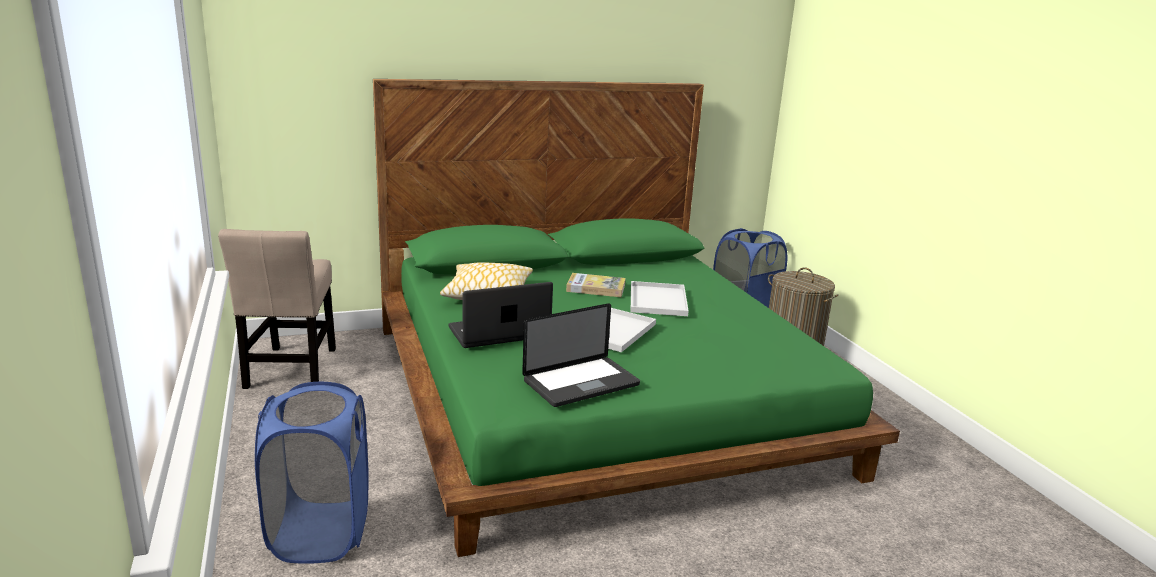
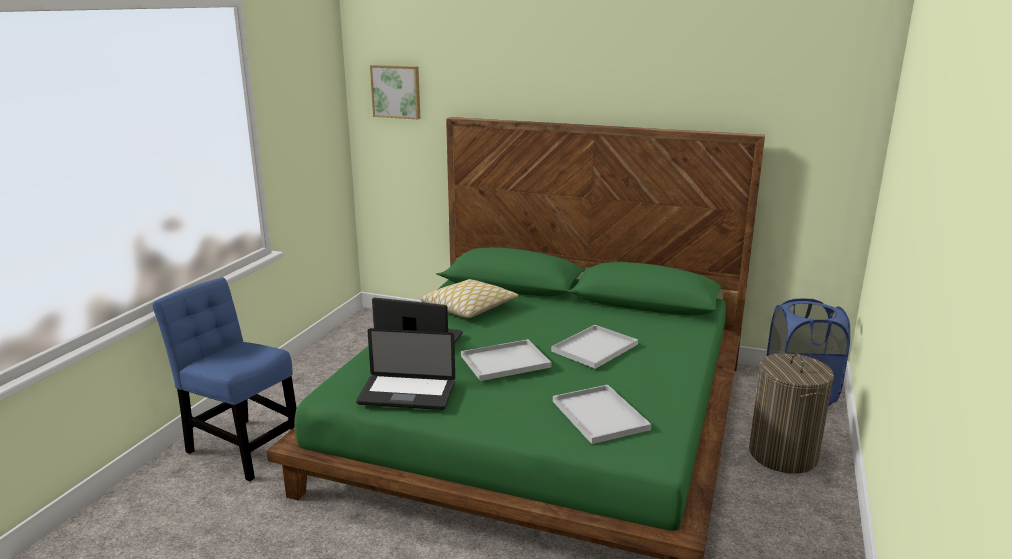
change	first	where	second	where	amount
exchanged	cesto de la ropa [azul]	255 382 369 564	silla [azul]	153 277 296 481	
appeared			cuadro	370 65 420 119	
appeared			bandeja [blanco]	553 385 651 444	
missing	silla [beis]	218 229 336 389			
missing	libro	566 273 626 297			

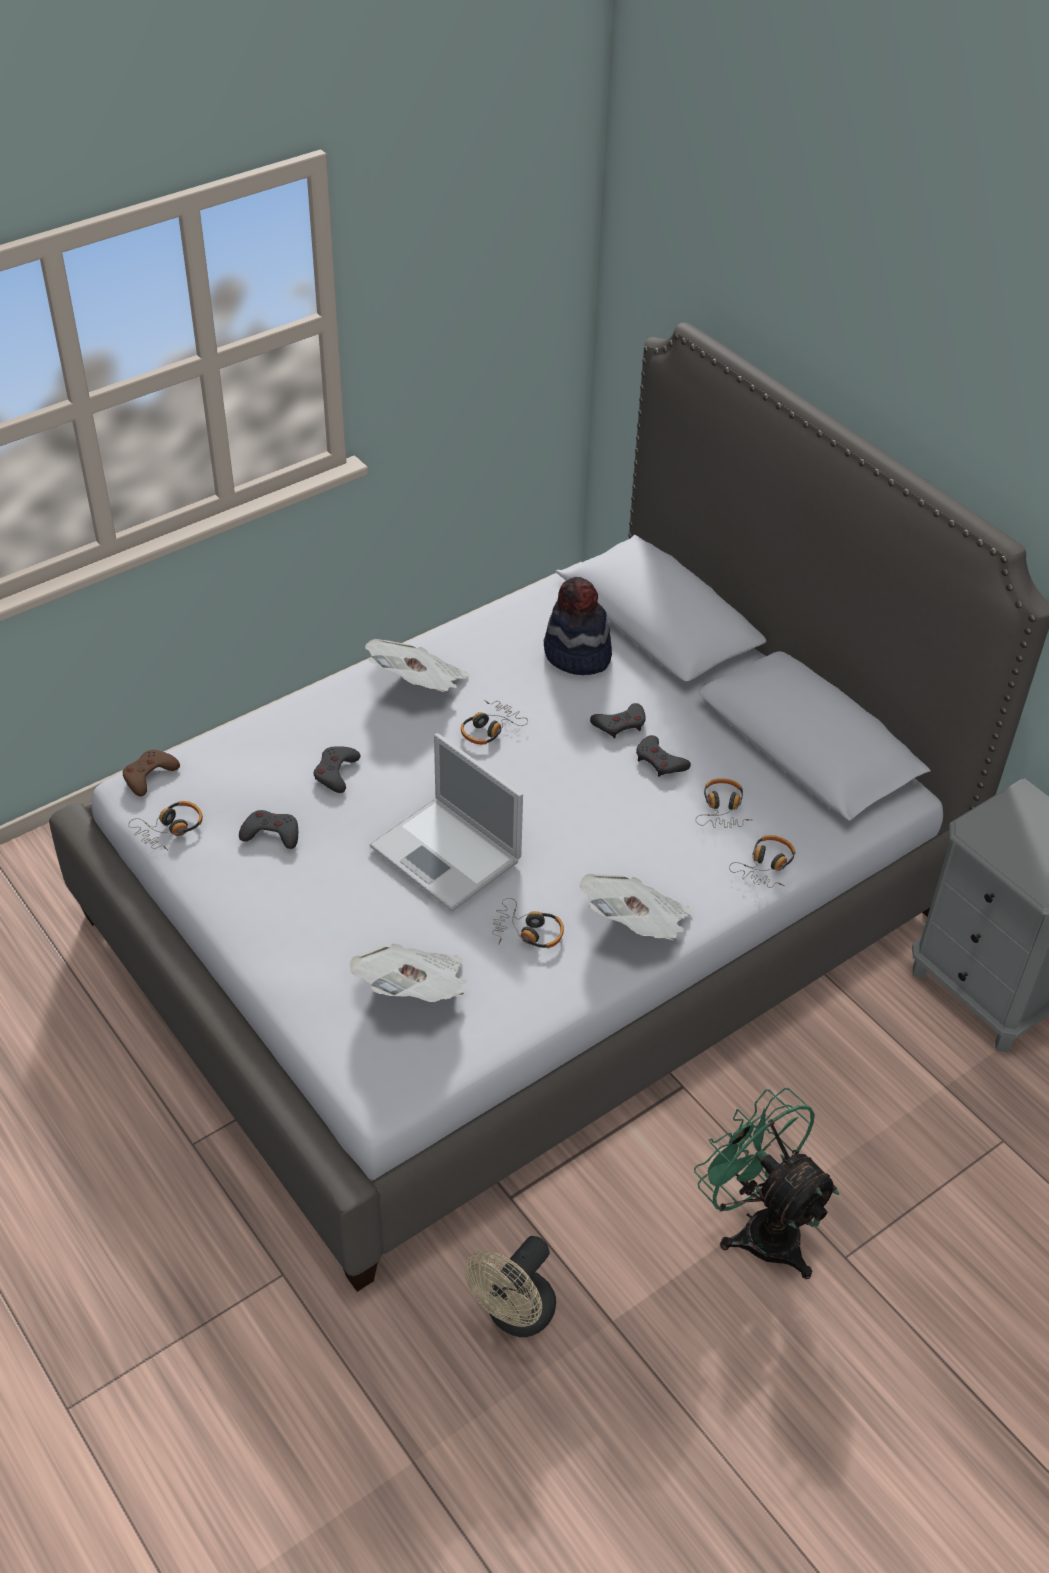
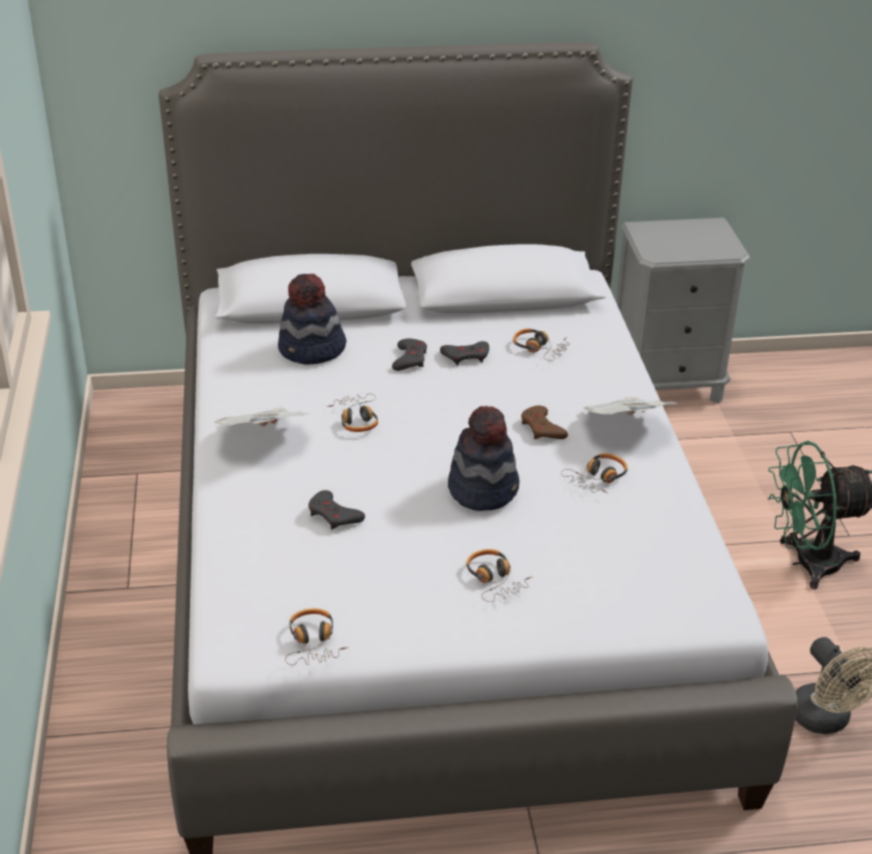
change	first	where	second	where	amount
exchanged	portátil	369 733 523 912	sombrero	448 406 519 511	
relocated	auriculares	729 835 795 888		466 549 531 602	
relocated	mando de consola [marrón]	123 750 180 796		521 405 568 439	
missing	mando de consola [gris]	239 810 298 849			
missing	periódico	350 944 466 1002			

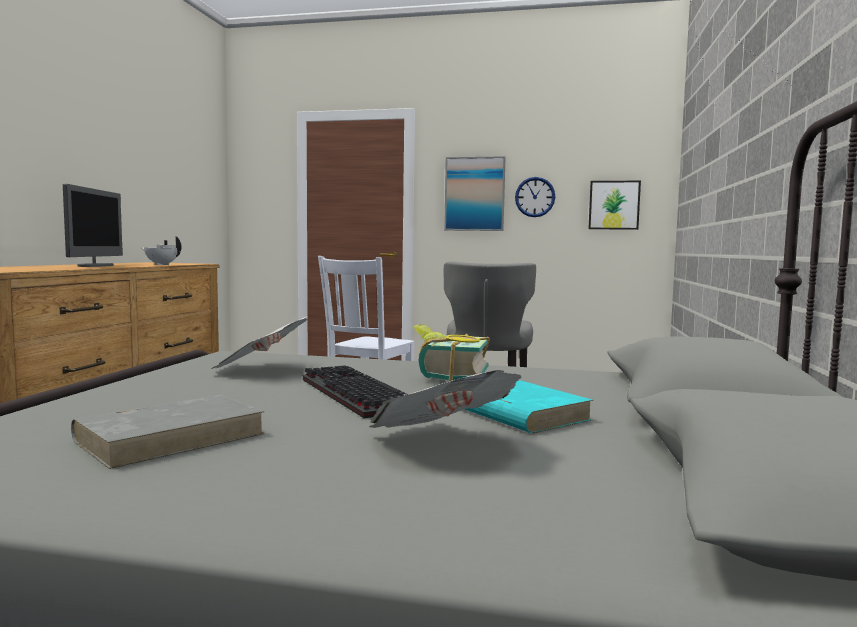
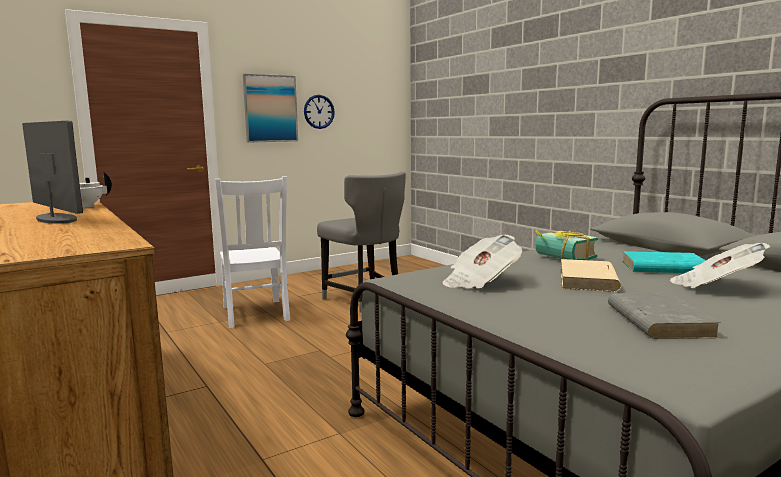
change	first	where	second	where	amount
exchanged	teclado	303 365 408 418	libro [beis]	561 259 621 292	
missing	cuadro	588 181 641 230			

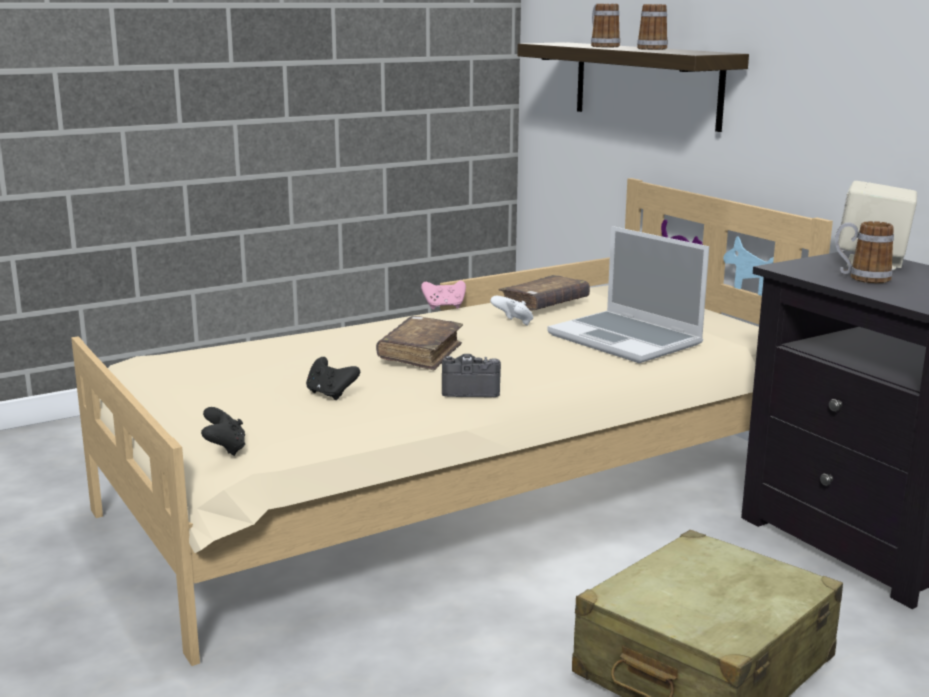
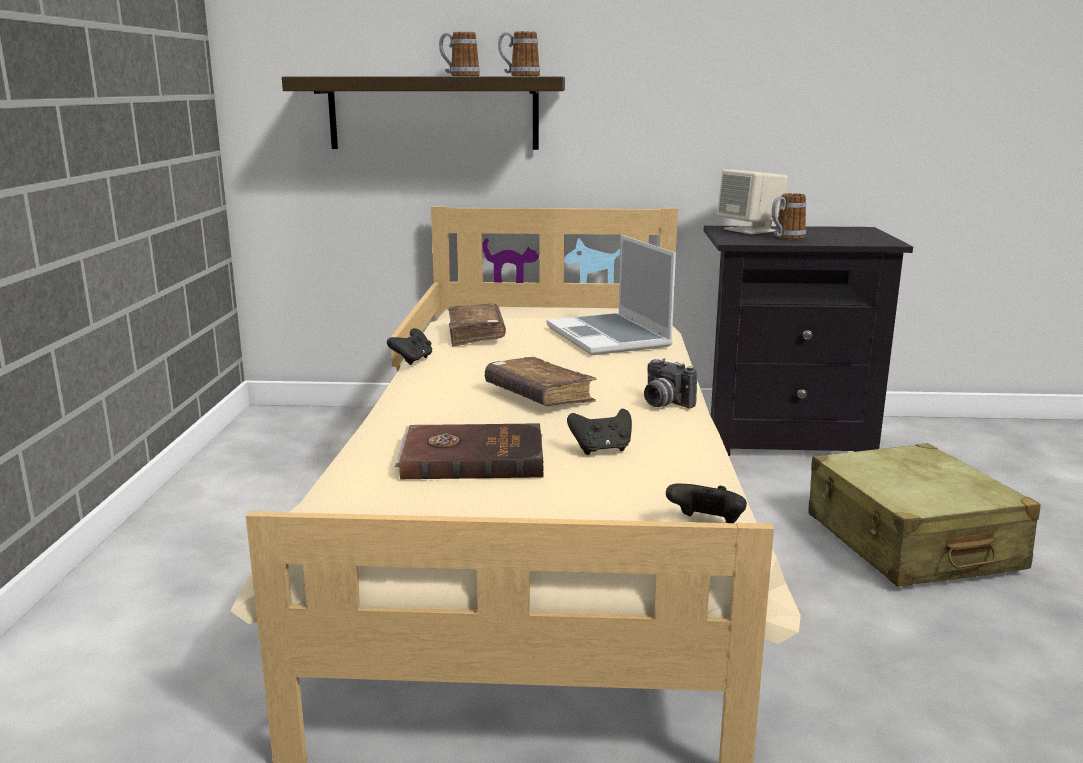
change	first	where	second	where	amount
colour	mando de consola [rosa]	421 280 466 310	mando de consola [negro]	387 328 432 365	
appeared			libro [marrón]	395 423 543 479	
relocated	taza grande	591 4 620 47		498 31 540 76	
spun	portátil	547 226 709 363		547 235 676 355	75 degrees clockwise
spun	cámara	442 354 501 397		644 358 697 408	75 degrees counterclockwise
missing	mando de consola [blanco]	490 296 533 325			

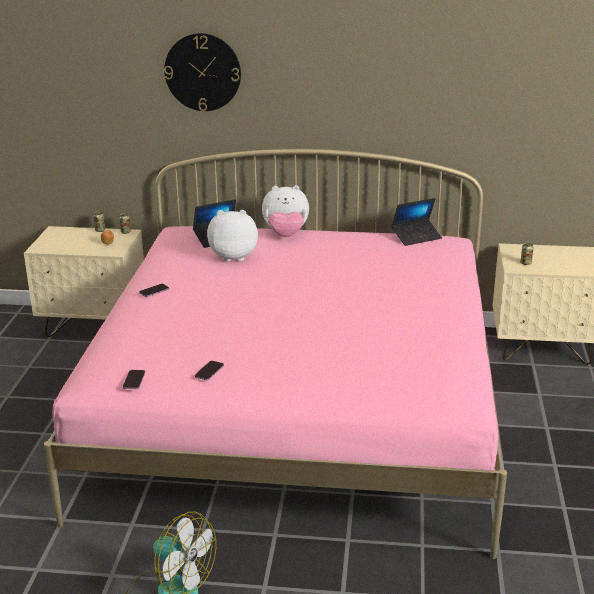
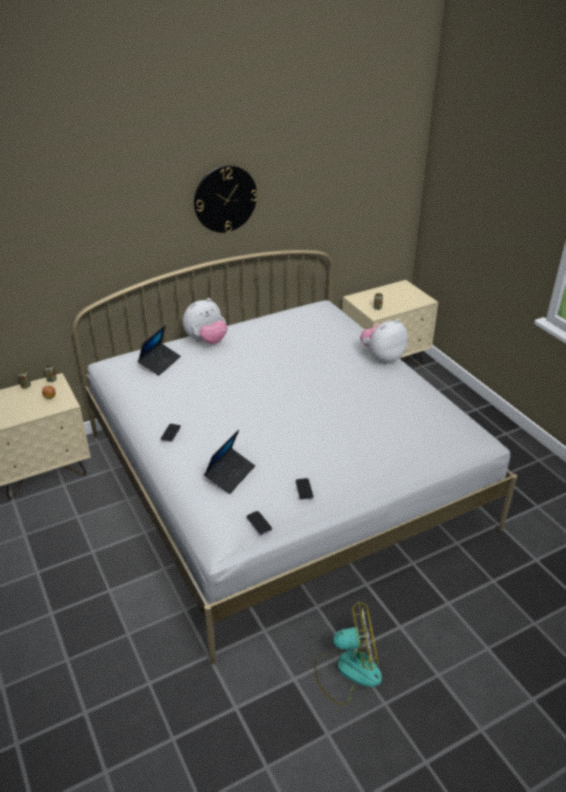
change	first	where	second	where	amount
colour	cama [rosa]	44 149 507 559	cama [blanco]	72 250 517 664	
relocated	reloj de pared	164 33 241 111		194 165 258 233	
relocated	portátil	391 198 442 246		204 430 255 494	
relocated	peluche	207 210 258 262		360 319 408 364	

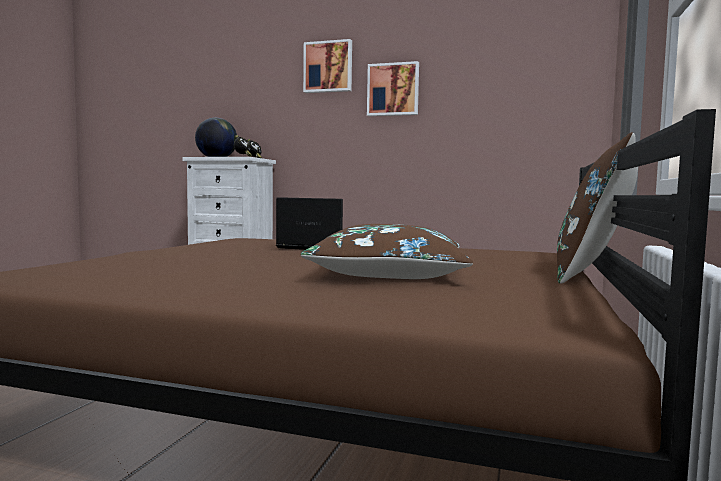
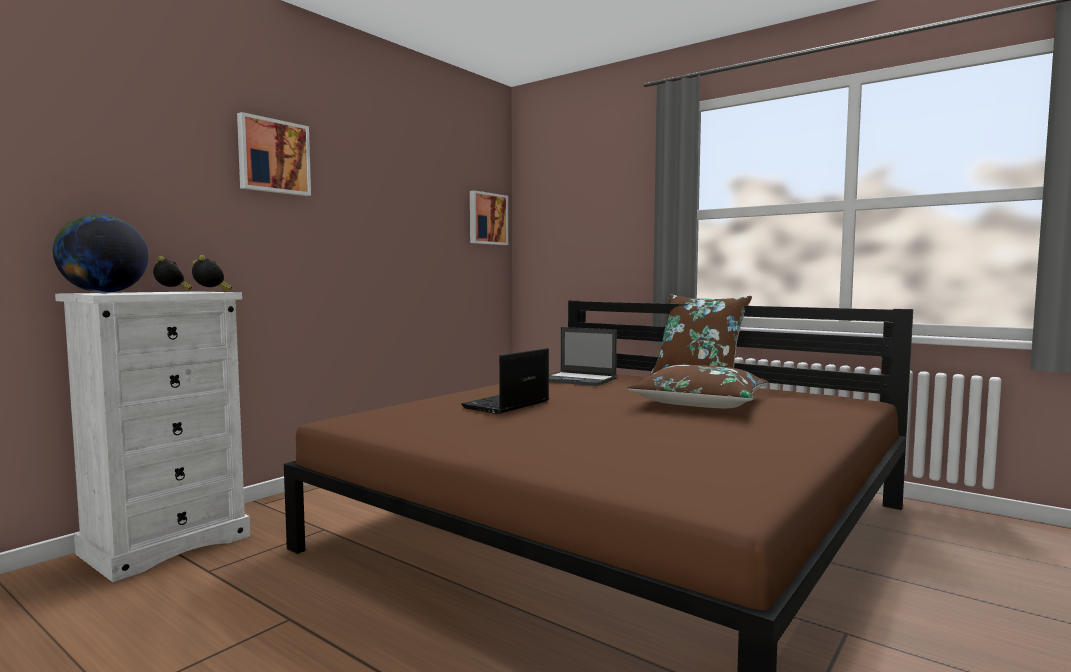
change	first	where	second	where	amount
relocated	cuadro	367 61 419 116		470 190 508 245	
appeared			portátil	549 327 617 386	

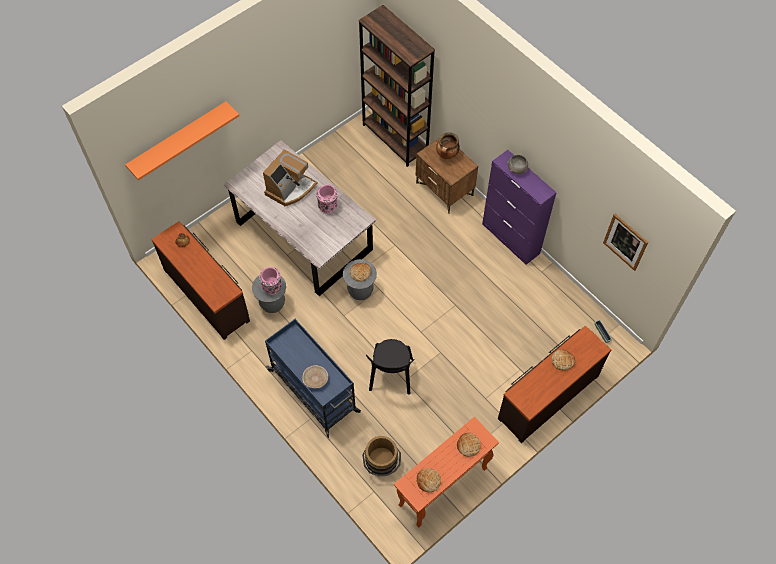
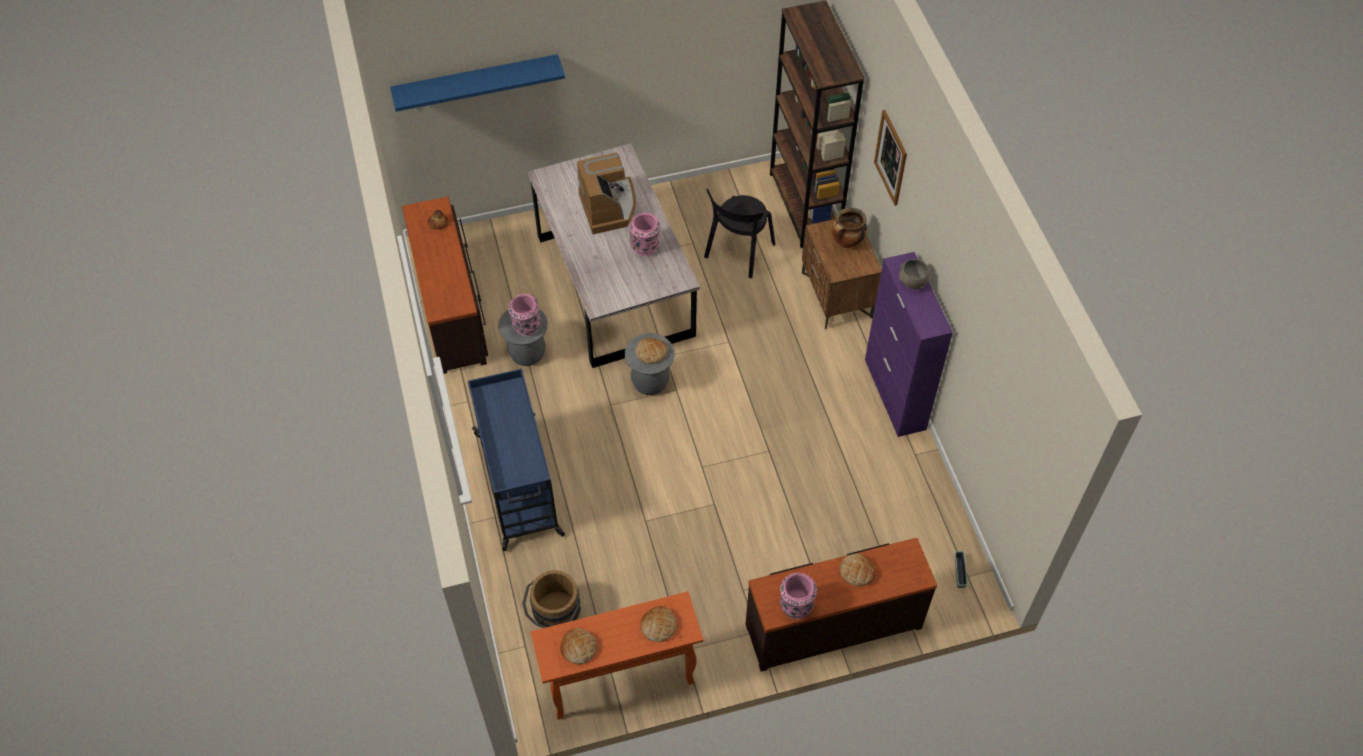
change	first	where	second	where	amount
colour	estante [naranja]	125 101 239 181	estante [azul]	390 54 565 112	
spun	cafetera	263 149 317 206		577 153 636 234	75 degrees counterclockwise
relocated	silla [negro]	366 339 415 395		704 188 775 279	
appeared			florero [rosa]	780 573 817 619	
relocated	cuadro	603 214 648 271		874 110 907 206	
missing	cuenco [beis]	302 365 328 388			

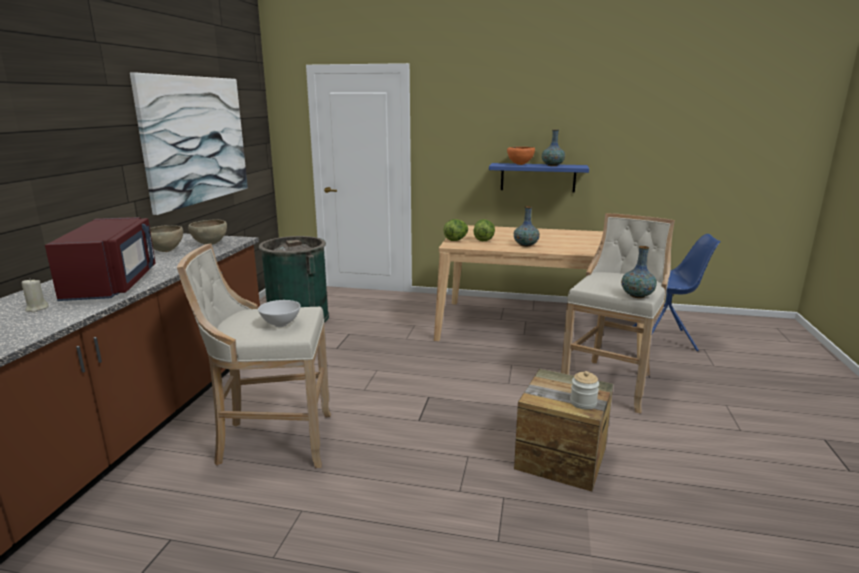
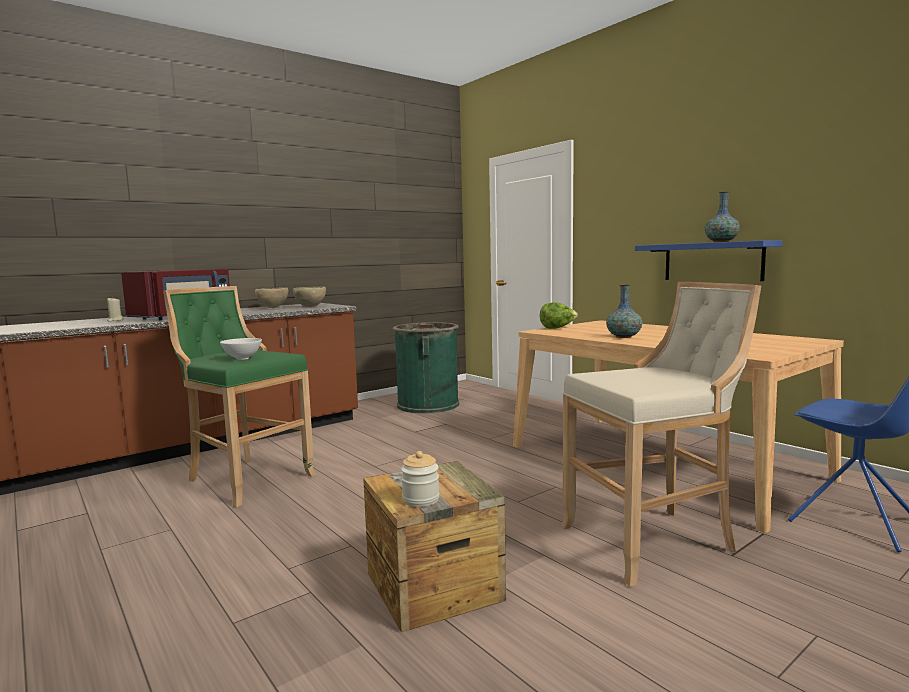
change	first	where	second	where	amount
colour	taburete [beis]	177 244 331 468	taburete [verde]	163 286 316 507	
missing	cuadro	130 72 248 215			
missing	lechuga	473 219 495 241			
missing	cuenco [naranja]	507 147 535 165			
missing	florero	621 246 657 298			

